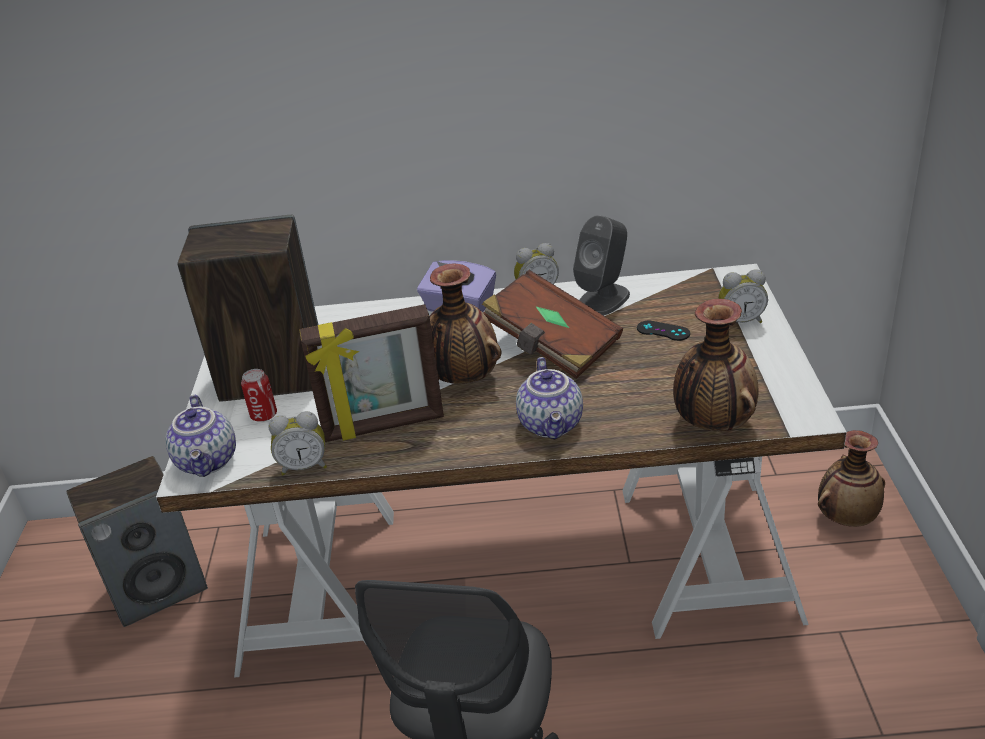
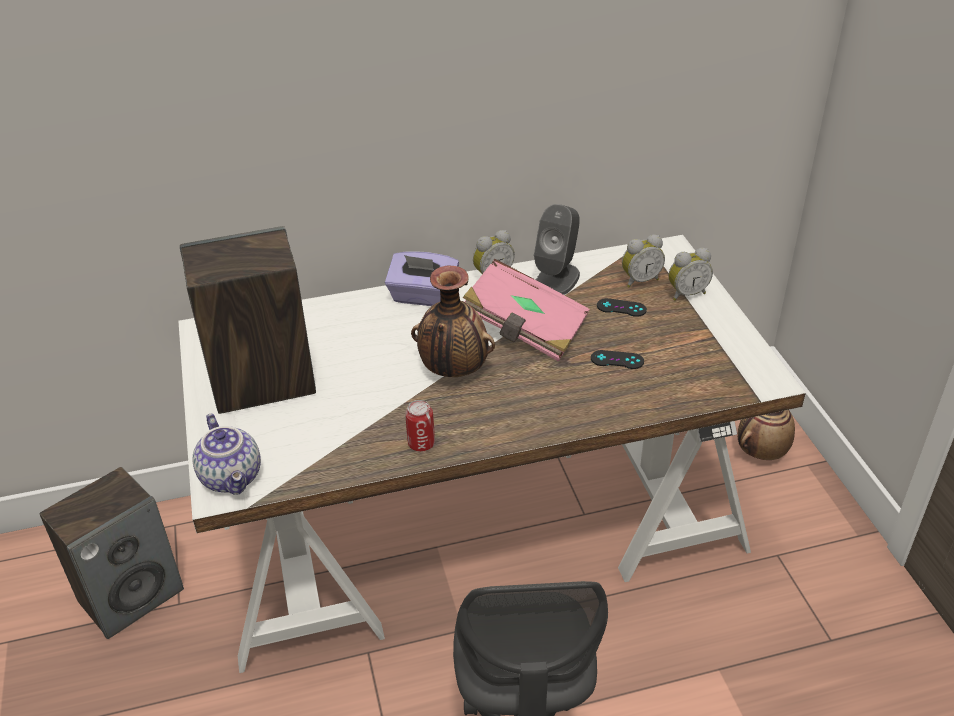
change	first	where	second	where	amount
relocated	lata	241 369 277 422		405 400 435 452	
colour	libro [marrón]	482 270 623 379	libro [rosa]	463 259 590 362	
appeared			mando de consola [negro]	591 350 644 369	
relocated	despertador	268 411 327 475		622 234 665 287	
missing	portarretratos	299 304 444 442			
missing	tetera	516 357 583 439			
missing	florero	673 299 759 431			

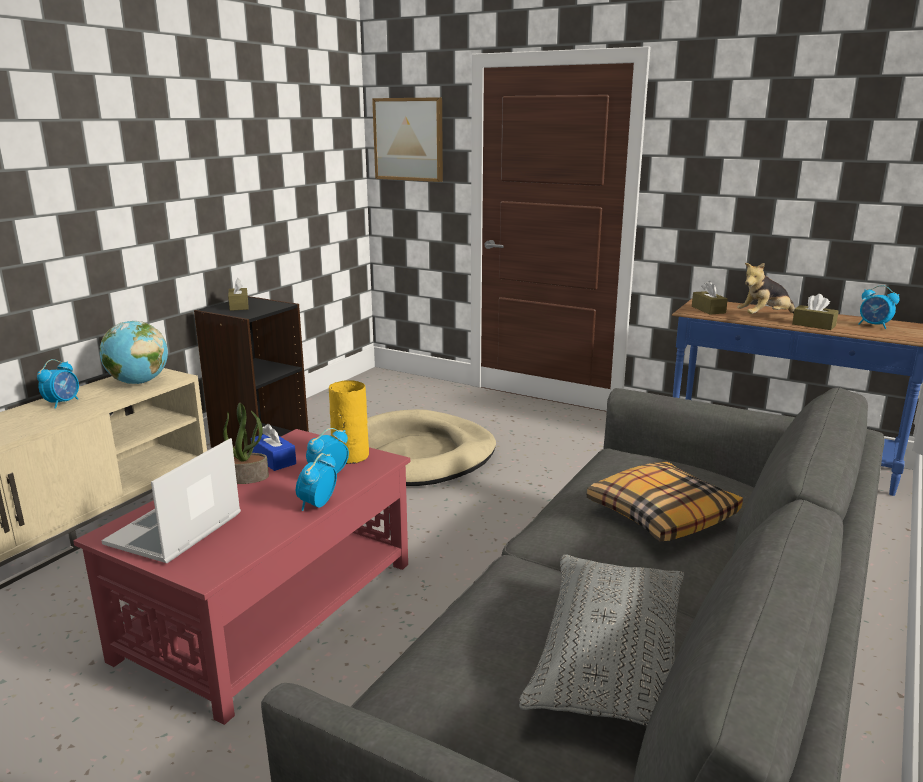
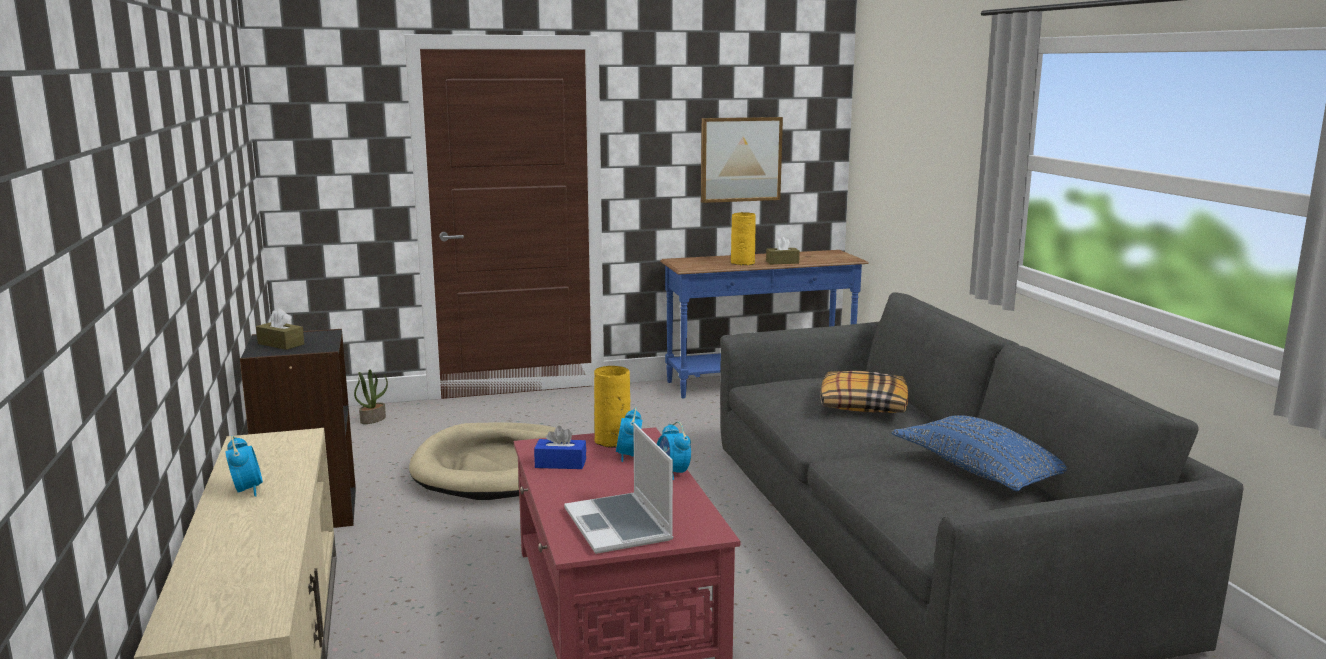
change	first	where	second	where	amount
relocated	planta en maceta	223 403 269 484		354 370 388 424	
relocated	cuadro	372 97 443 182		701 117 783 203	
exchanged	peluche	737 262 795 314	florero [amarillo]	731 212 756 265	
colour	cojín [gris]	519 554 684 726	cojín [azul]	892 415 1067 491	
missing	globo terráqueo	100 321 168 384			
missing	caja de pañuelos [marrón]	692 281 728 314			
missing	despertador	858 285 900 329			

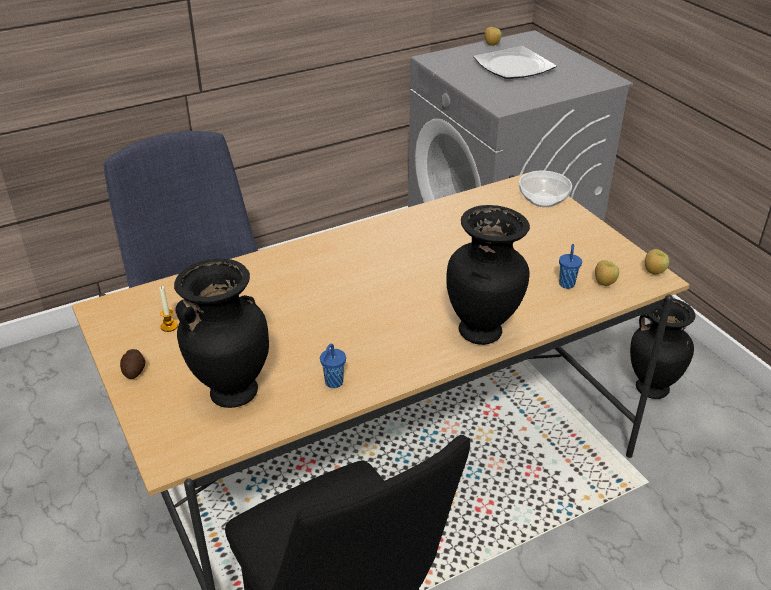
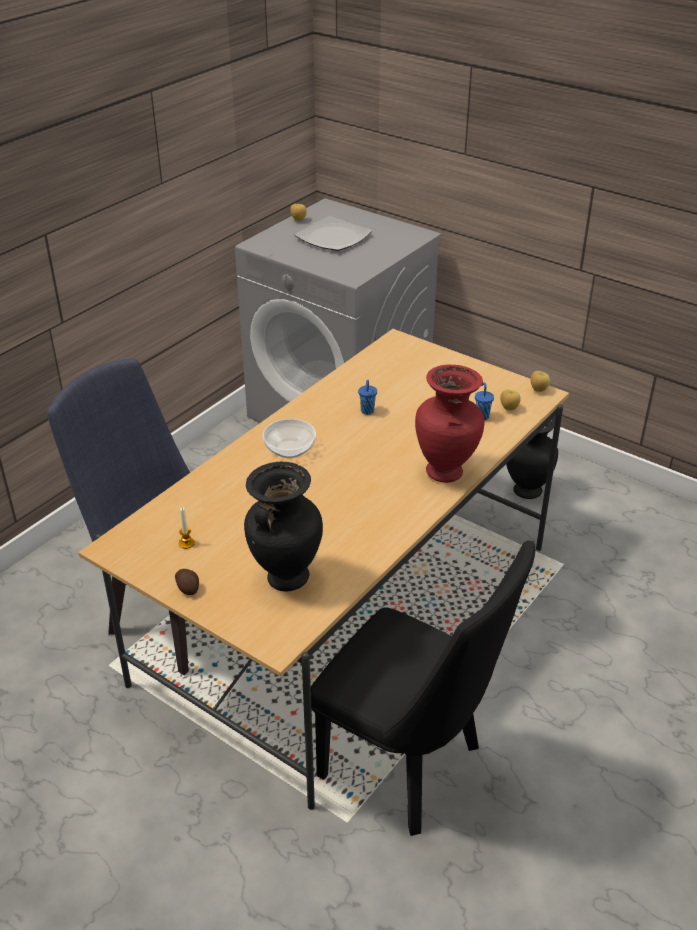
change	first	where	second	where	amount
relocated	cuenco	519 171 572 207		262 419 316 458	
relocated	taza [azul]	320 344 346 388		358 380 377 415	
colour	florero [negro]	446 205 530 345	florero [rojo]	415 365 484 483	

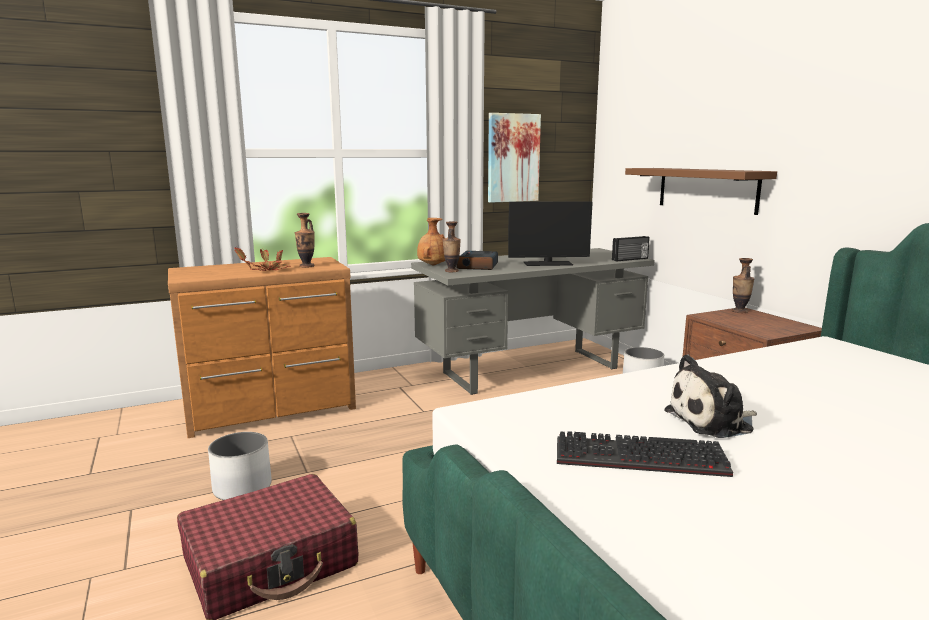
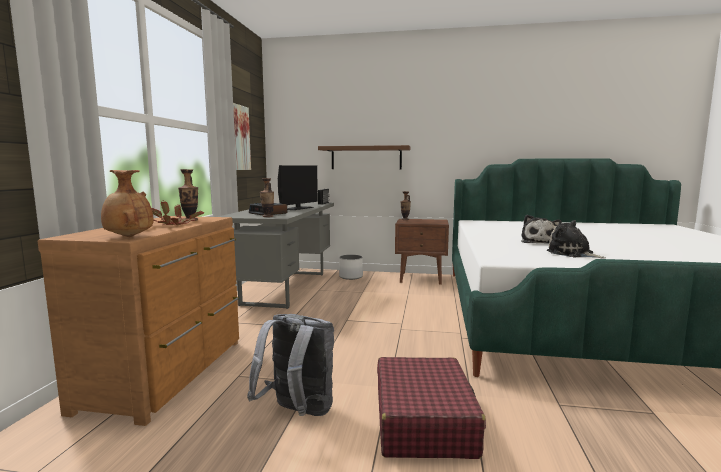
change	first	where	second	where	amount
relocated	florero [marrón]	417 218 445 266		101 170 153 237	
exchanged	maceta [blanco]	208 432 272 500	mochila [gris]	247 314 334 416	
exchanged	teclado	557 431 733 477	peluche	547 220 606 258	

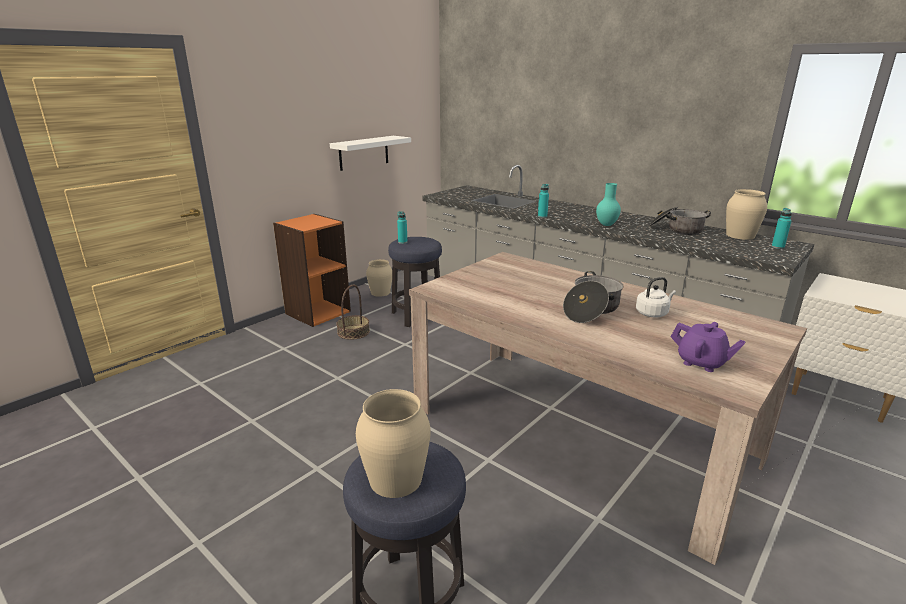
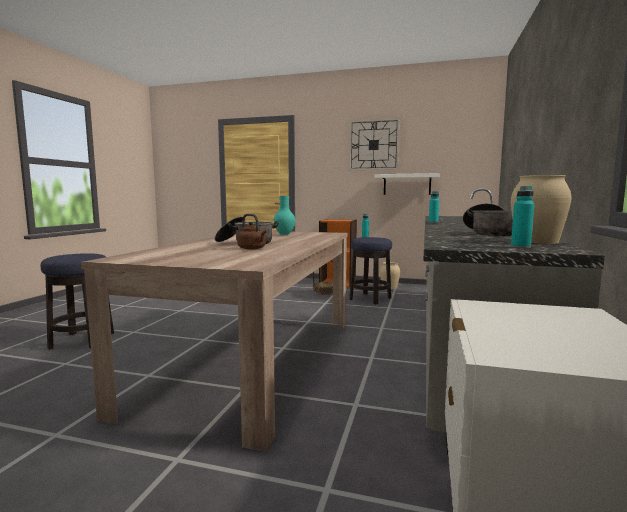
change	first	where	second	where	amount
colour	hervidor [blanco]	636 277 676 317	hervidor [marrón]	237 214 266 250	
relocated	florero [turquesa]	596 183 621 226		274 196 295 235	
appeared			reloj de pared	349 118 399 170	
missing	florero [beis]	356 389 431 498			
missing	tetera [morado]	671 322 746 372			

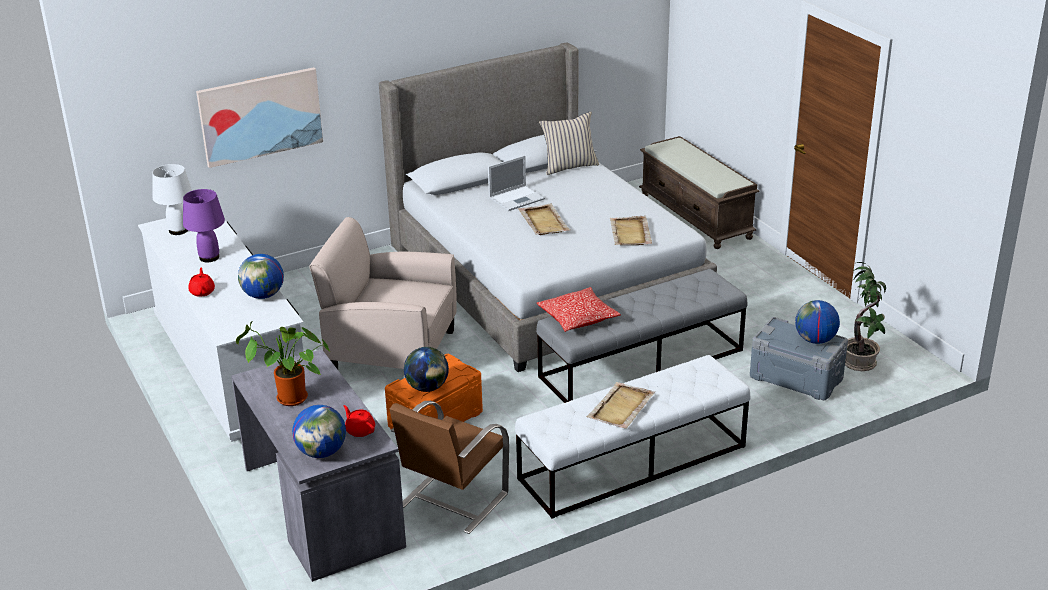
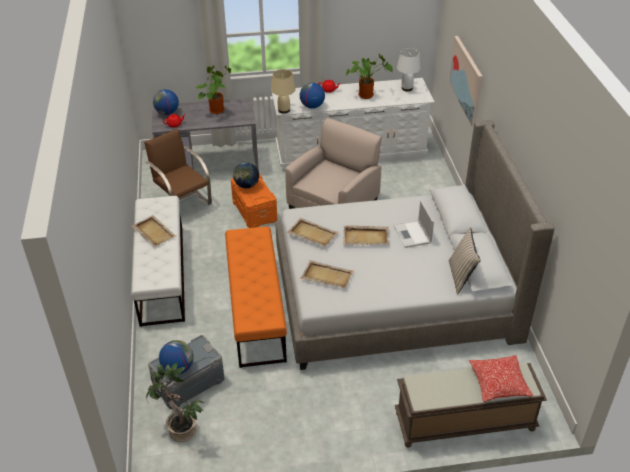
change	first	where	second	where	amount
colour	banco [gris]	536 269 747 403	banco [naranja]	225 226 287 368	
appeared			lámpara de mesa [beis]	271 69 296 114	
appeared			bandeja [beis]	287 218 339 247	
exchanged	lámpara de mesa [morado]	183 189 225 262	planta en maceta	346 54 393 99	
relocated	cojín	537 287 621 332		469 355 533 402	

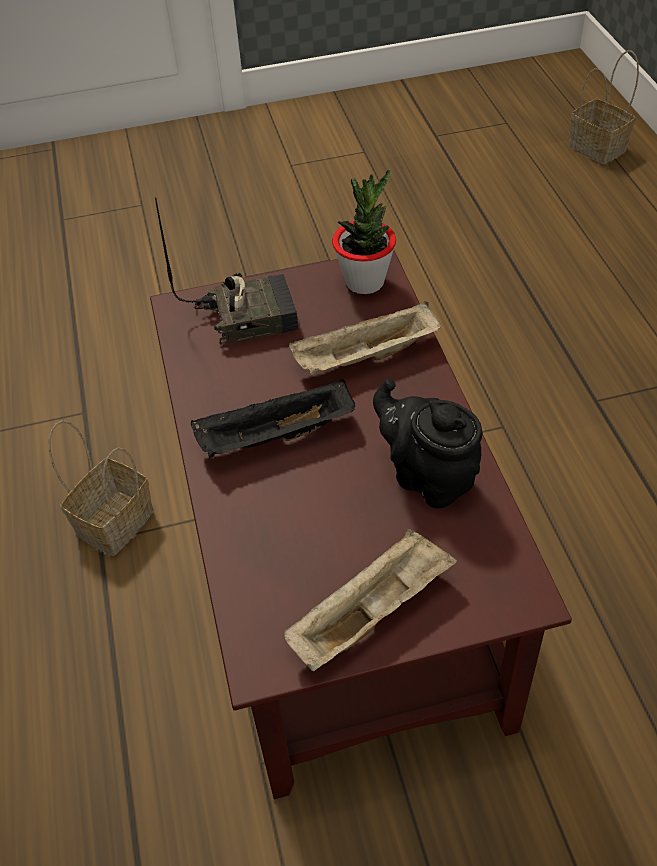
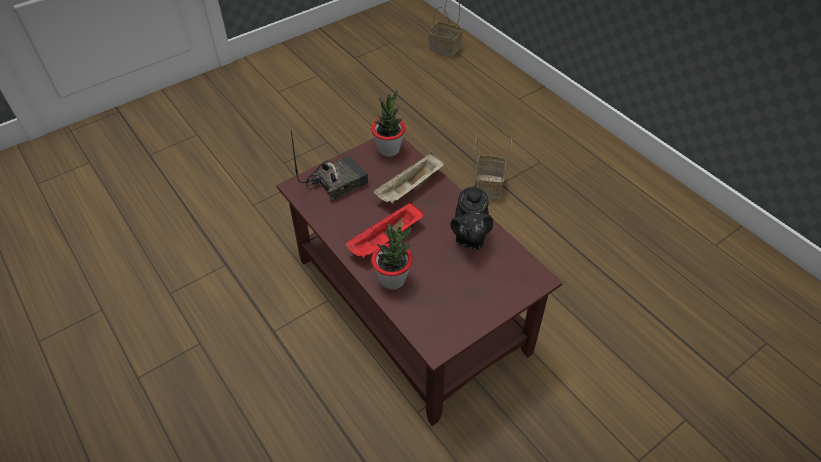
change	first	where	second	where	amount
colour	bandeja [negro]	191 379 355 458	bandeja [rojo]	345 202 423 258	
appeared			planta en maceta	371 224 413 290	
spun	tetera [negro]	373 379 482 508		450 185 493 250	105 degrees counterclockwise
relocated	cesta	48 420 154 556		475 135 512 200	
missing	bandeja [beis]	284 529 457 671			

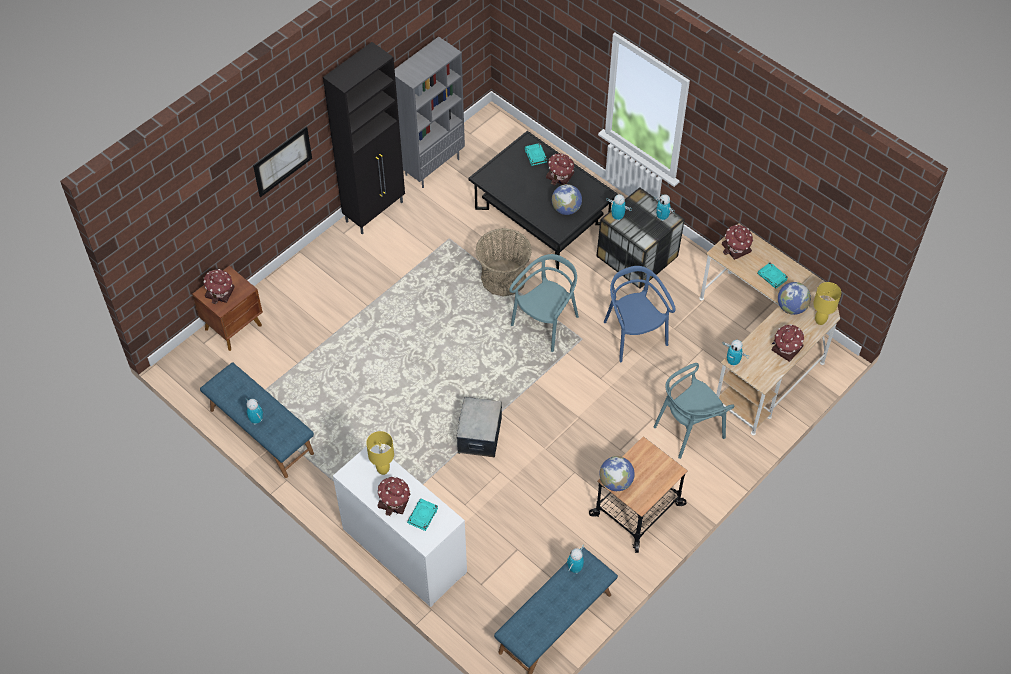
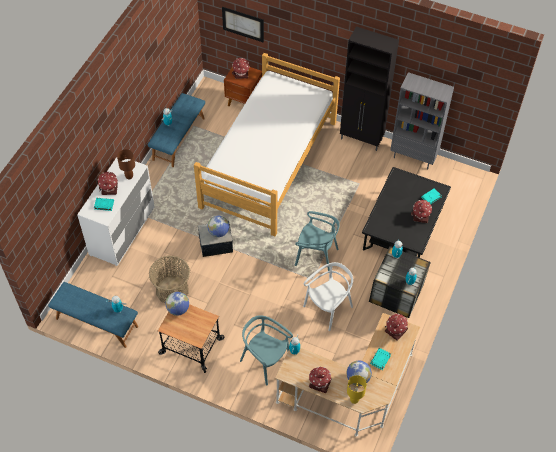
change	first	where	second	where	amount
colour	lámpara de mesa [amarillo]	366 431 394 475	lámpara de mesa [marrón]	117 149 135 180	
relocated	cesta	475 228 532 297		149 255 190 303	
appeared			cama	194 53 340 236	
relocated	globo terráqueo	552 184 582 215		207 216 229 237	
relocated	cuadro	253 126 312 197		222 7 264 43	
colour	silla [azul]	604 266 676 362	silla [blanco]	303 262 353 331	

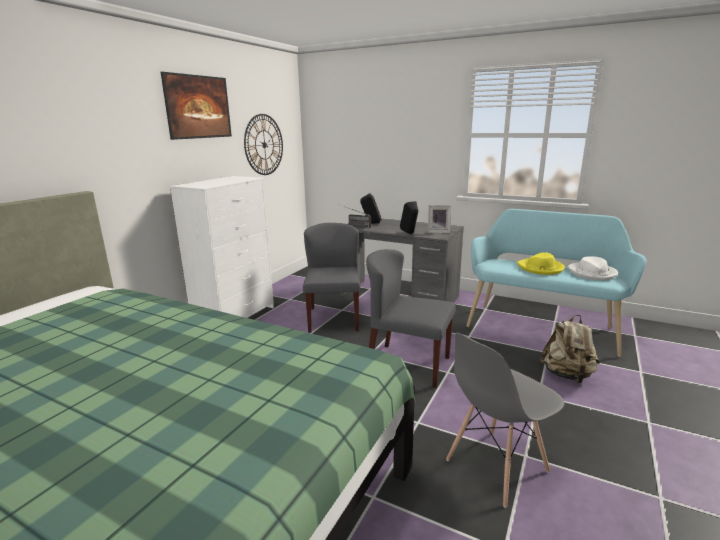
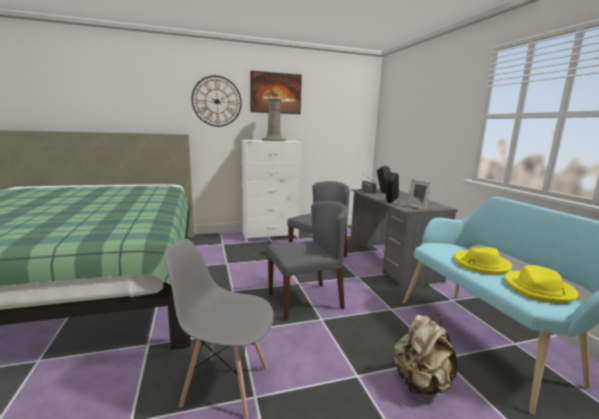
change	first	where	second	where	amount
relocated	reloj de pared	244 114 283 175		191 75 242 127	
appeared			florero [beis]	262 98 286 141	
spun	silla [gris]	366 249 456 388		266 201 348 320	90 degrees clockwise
colour	sombrero [blanco]	568 257 618 281	sombrero [amarillo]	505 265 579 303	

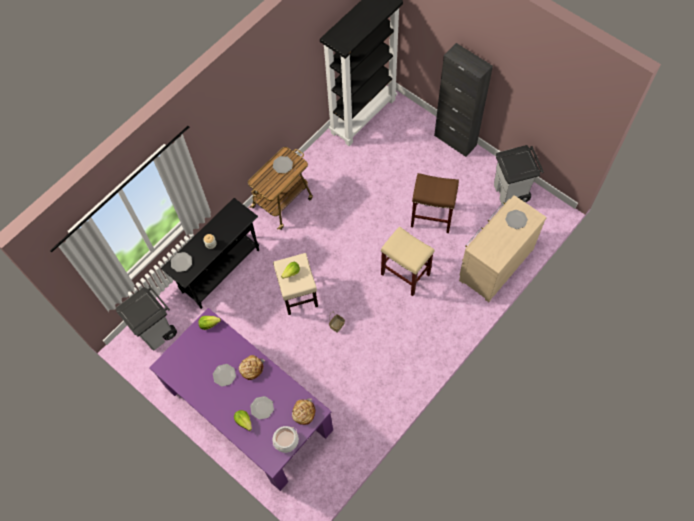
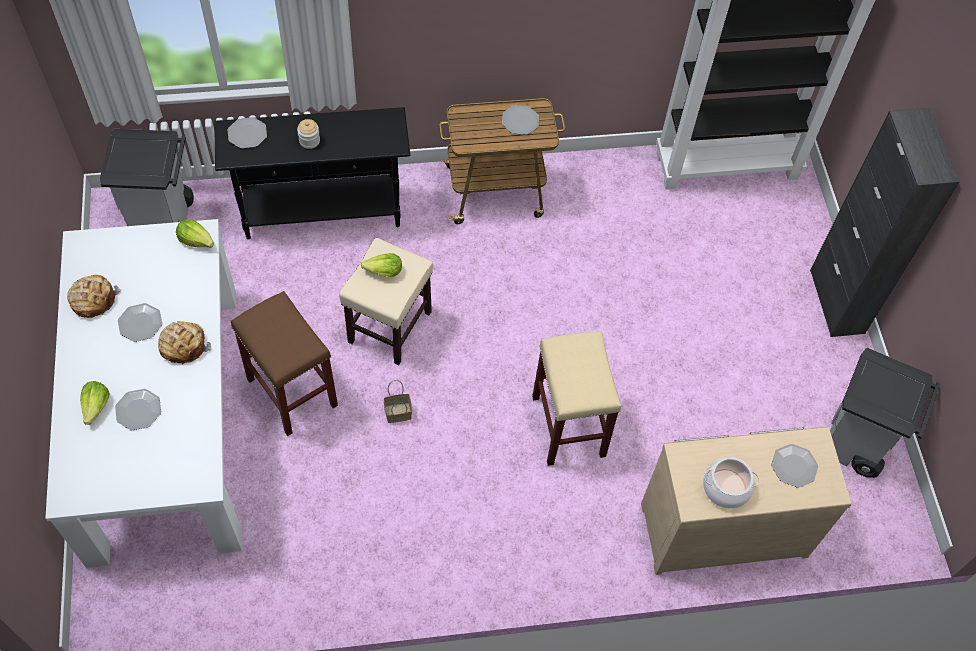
change	first	where	second	where	amount
colour	mesa de comedor [morado]	149 308 333 491	mesa de comedor [blanco]	45 219 242 568	
relocated	pan	292 399 316 425		67 275 122 318	
relocated	taburete [marrón]	411 173 459 233		231 291 338 436	
relocated	olla	273 426 299 453		703 457 759 509	

